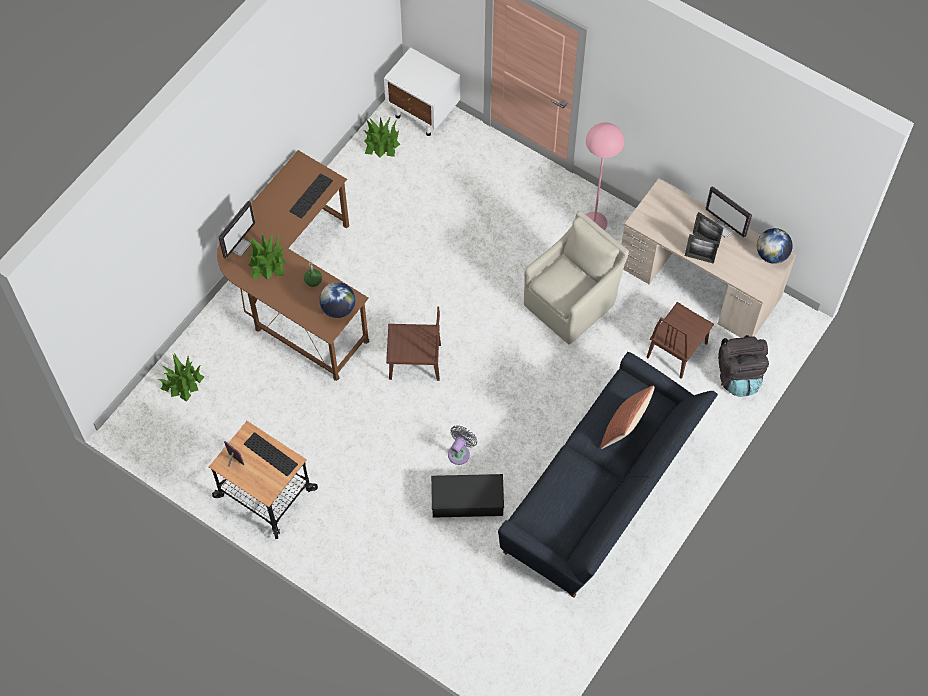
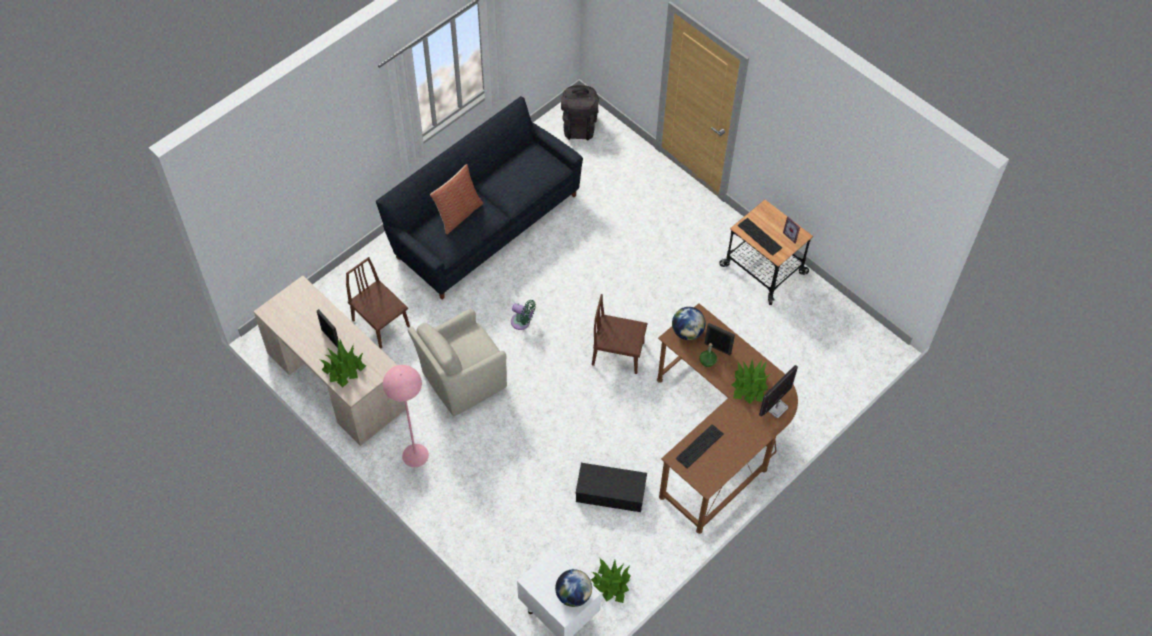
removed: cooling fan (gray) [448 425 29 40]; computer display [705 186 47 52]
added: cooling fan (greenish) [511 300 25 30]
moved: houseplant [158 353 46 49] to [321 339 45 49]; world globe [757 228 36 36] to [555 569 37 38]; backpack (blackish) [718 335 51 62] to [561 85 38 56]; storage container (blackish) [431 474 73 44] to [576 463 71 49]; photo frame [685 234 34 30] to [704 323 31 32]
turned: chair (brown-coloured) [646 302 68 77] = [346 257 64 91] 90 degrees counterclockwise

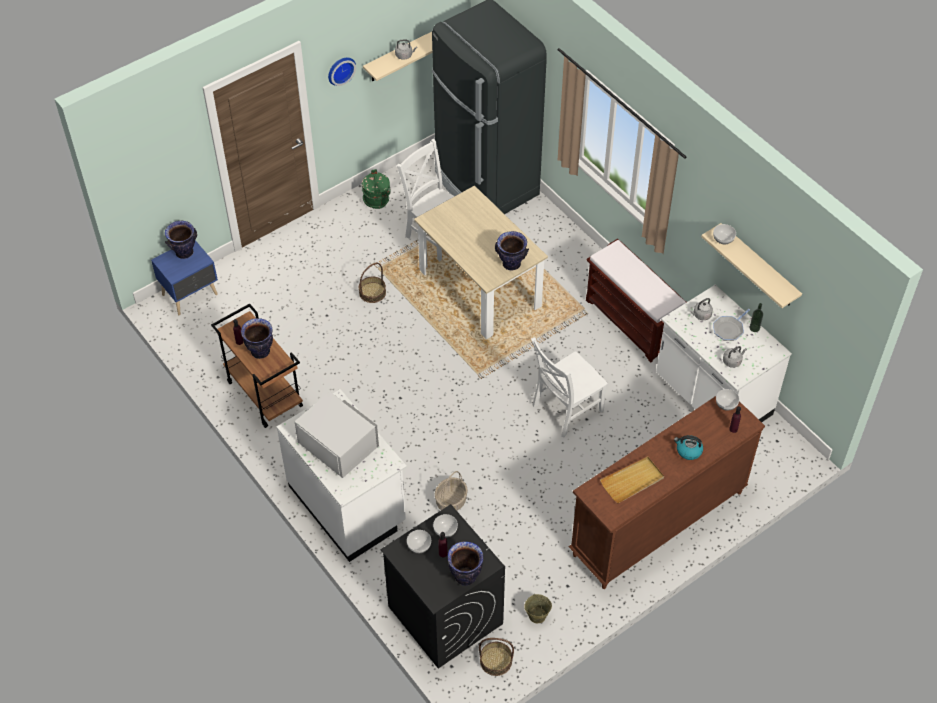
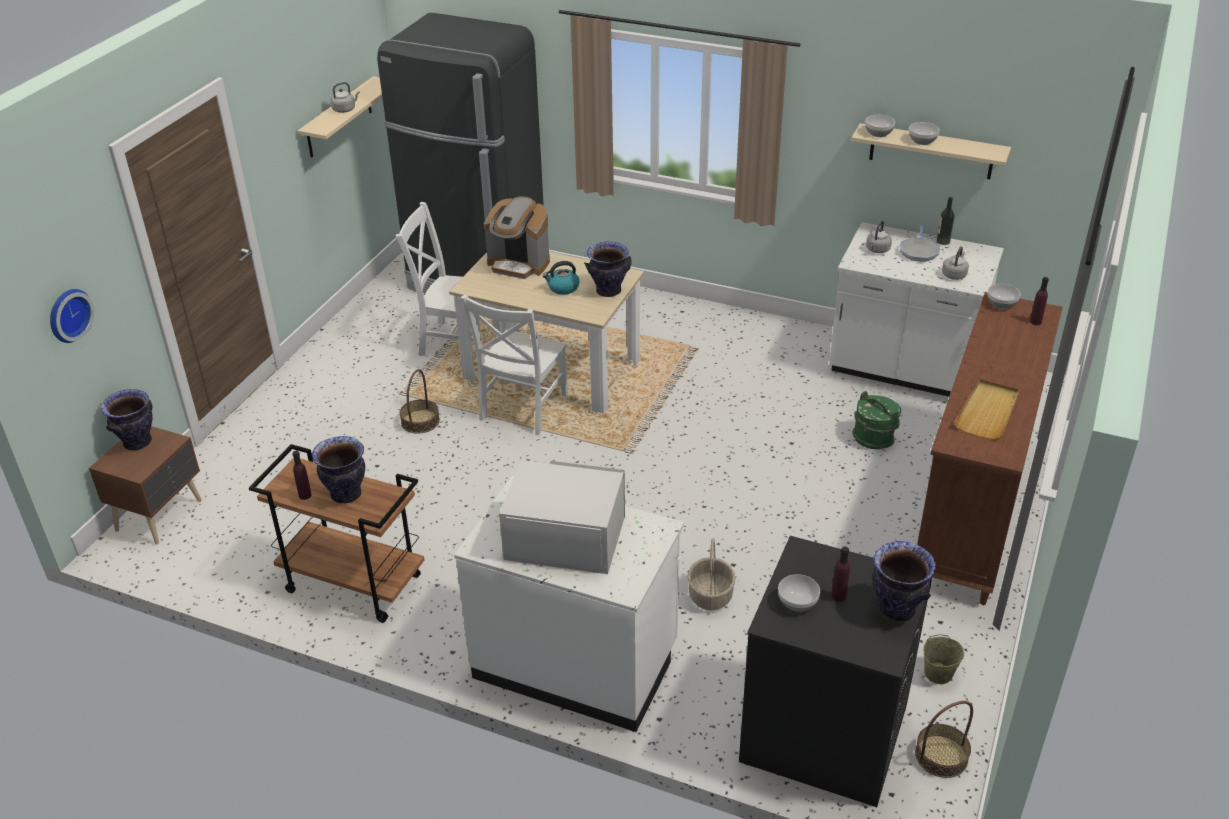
removed: long seat (brown-coloured) [586 239 101 124]
added: coffee maker [484 196 66 83]
moved: hanging clock [328 58 28 28] to [50 289 44 54]; chair (whitish) [531 337 77 101] to [460 295 108 140]; kettle [674 435 29 25] to [543 261 37 34]; water bucket (greenish) [362 169 29 40] to [852 391 49 58]; deep dish [433 514 25 24] to [909 122 31 23]
recoloured: night table (bluish) [151 240 67 75] to night table (brown-coloured) [89 426 113 118]

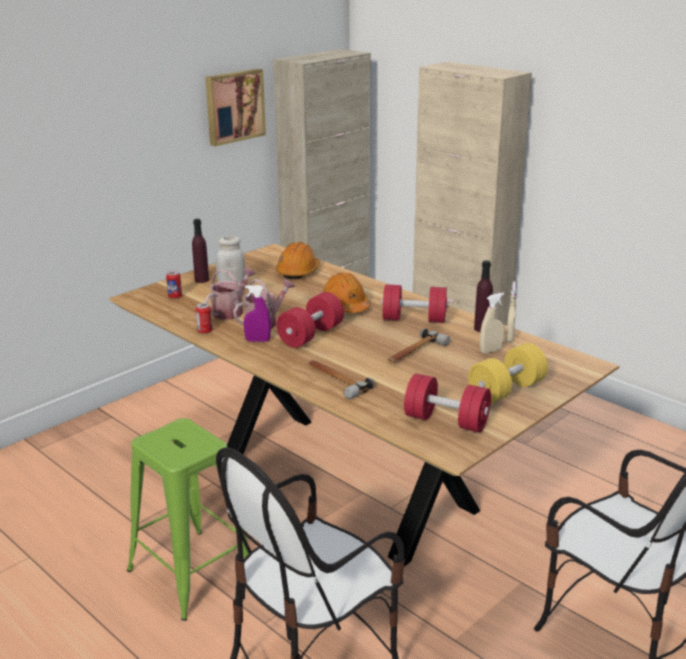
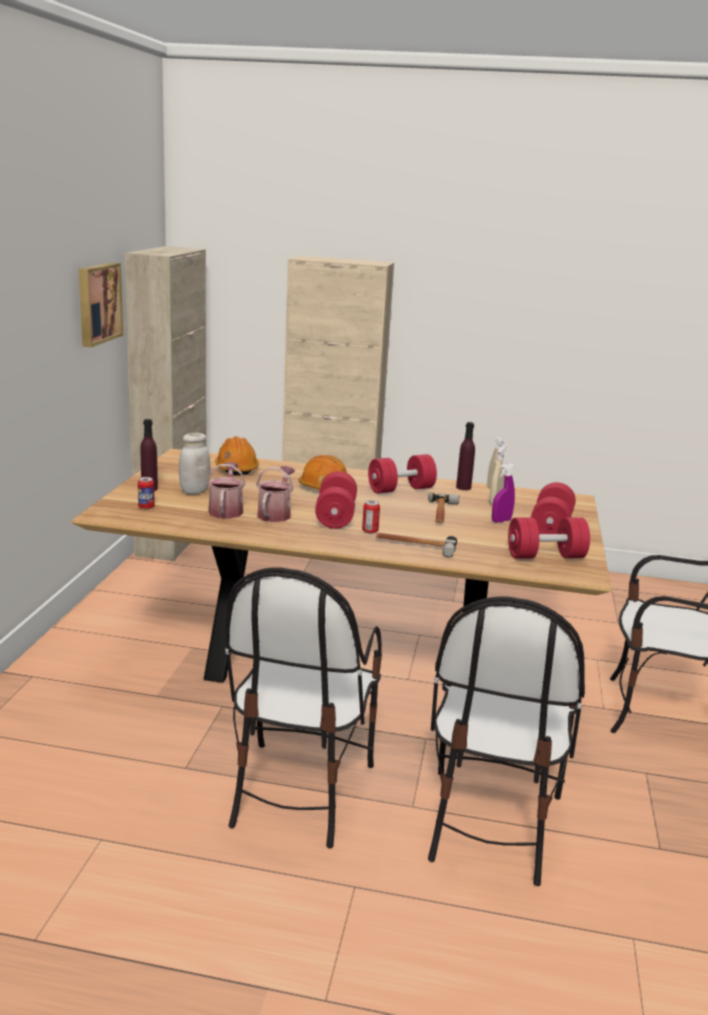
moved: sealed can [195 303 18 31] to [362 500 18 34]; spray bottle (purple) [244 285 27 57] to [492 463 23 60]
replaced: stool (greenish) [127 418 122 203] to chair [225 567 157 281]
recoloured: dumbbell (yellow-coloured) [468 343 80 60] to dumbbell (red) [531 482 45 52]

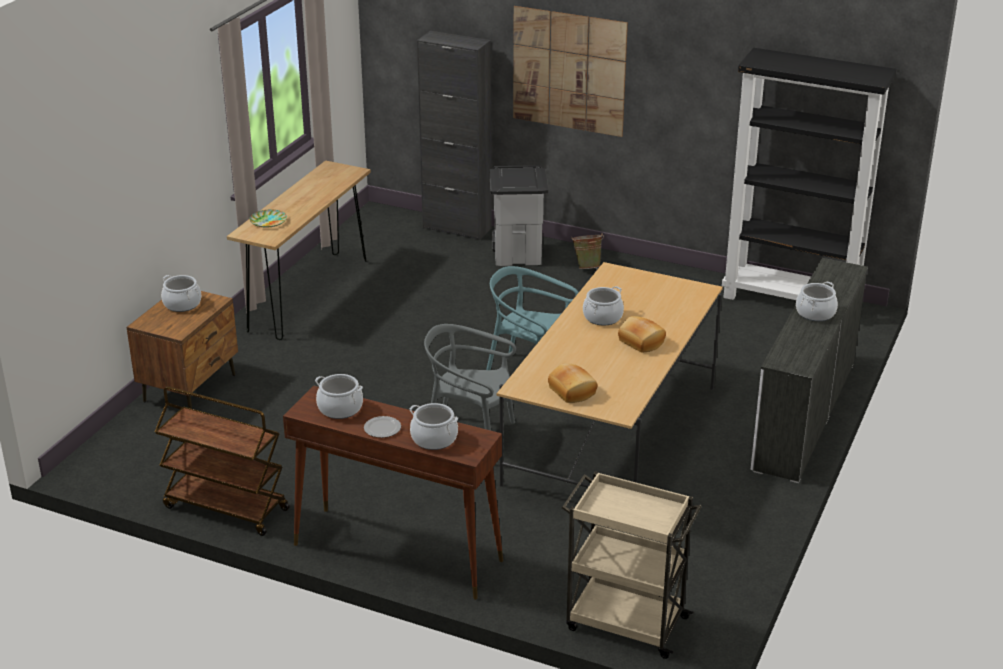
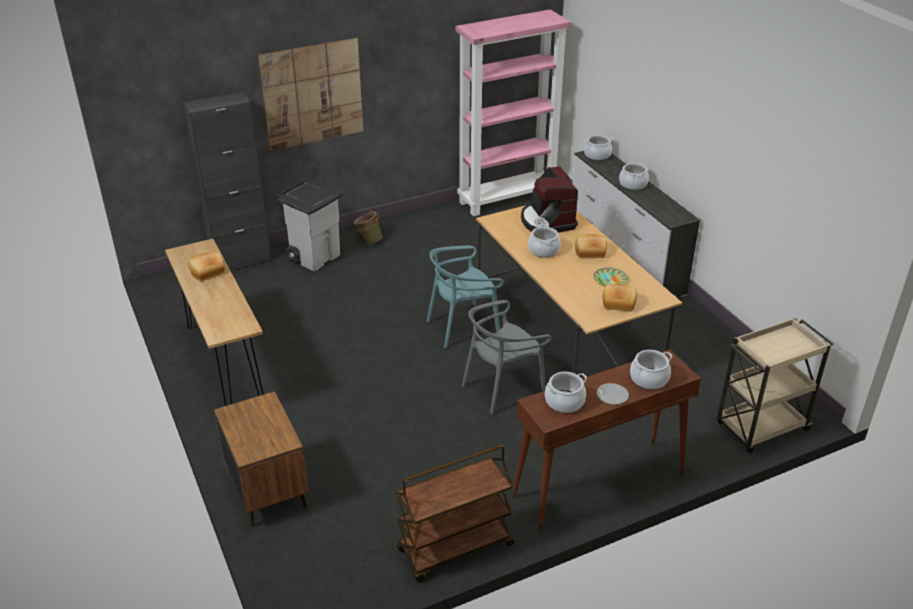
added: bread [188 252 37 29]; coffee maker [521 166 57 66]
moved: cooking pot [161 275 40 37] to [584 135 30 26]; plate [250 210 37 18] to [593 267 35 19]
recoloured: bookcase (blackish) [722 48 174 252] to bookcase (pinkish) [456 9 115 207]

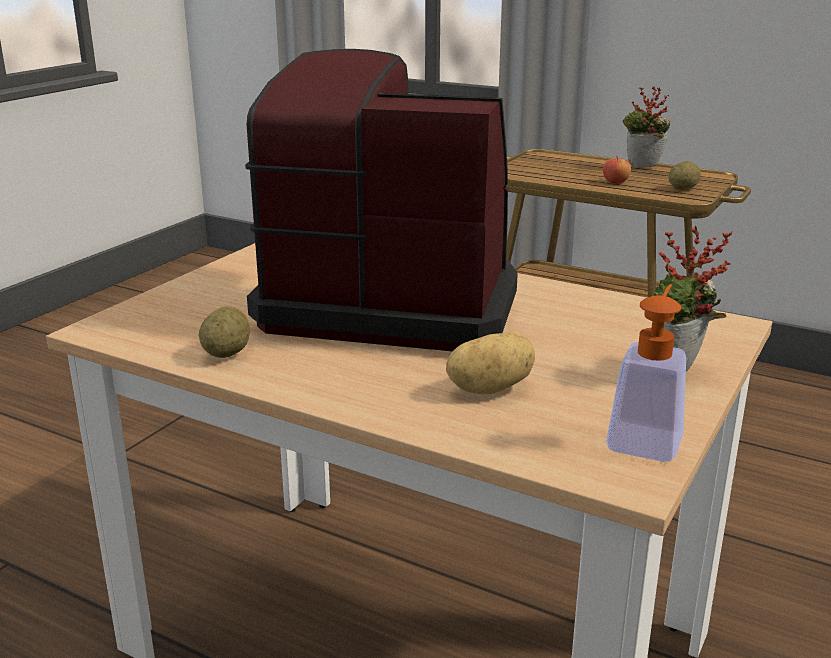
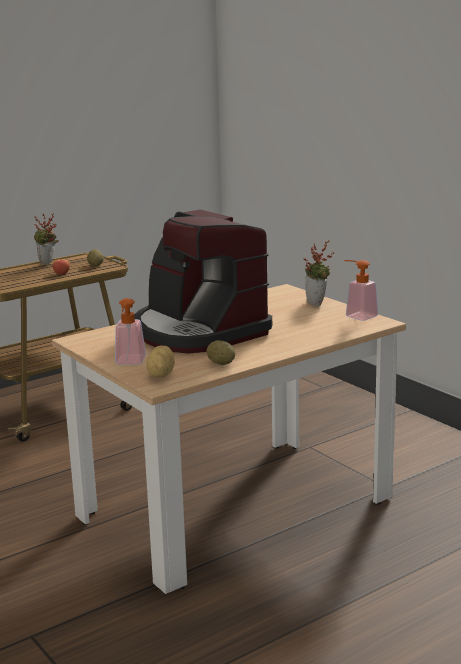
added: soap dispenser [115 298 31 67]
moved: potato [446 332 89 62] to [147 346 28 32]
turned: coffee maker [245 49 273 302] = [134 210 138 144] 75 degrees counterclockwise

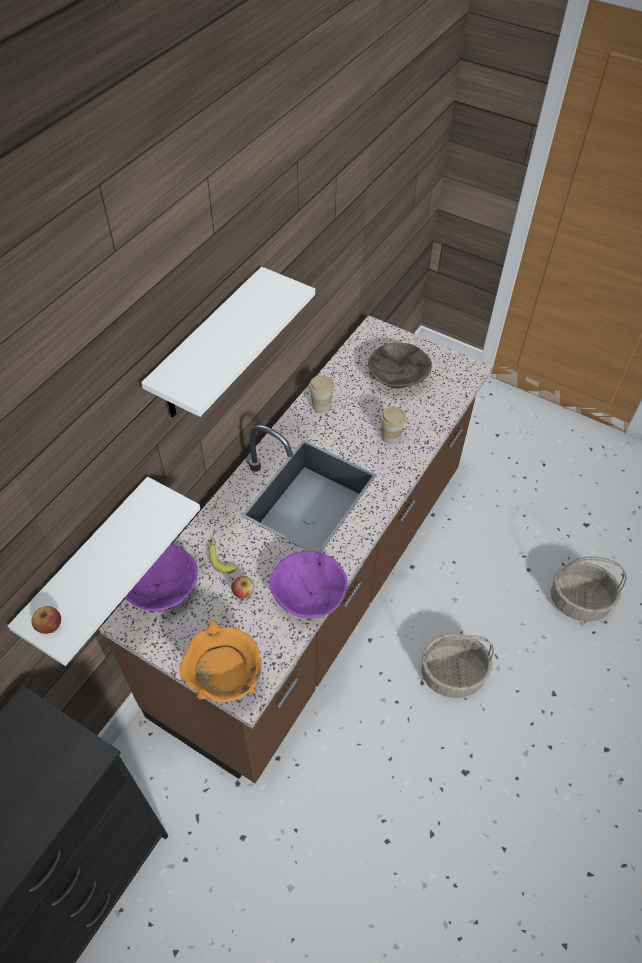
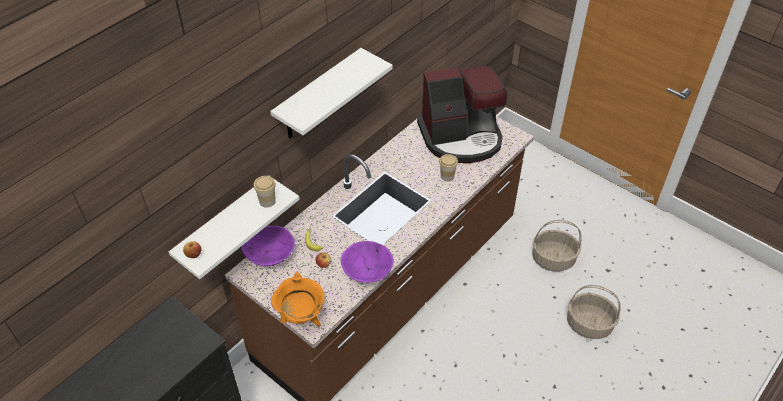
moved: small cup [309 376 25 37] to [254 176 22 32]; basket [421 633 73 65] to [532 220 50 52]
replaced: deep dish (brown-coloured) [368 343 64 46] to coffee maker [417 66 90 97]

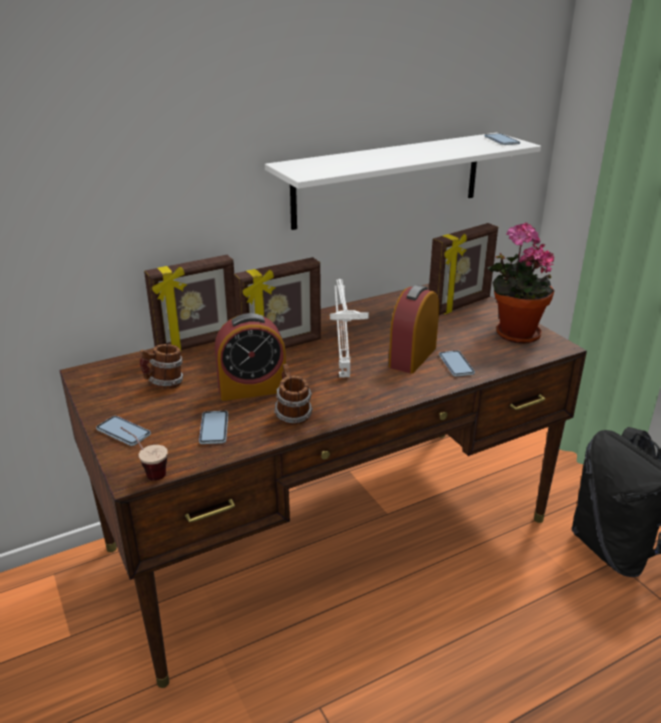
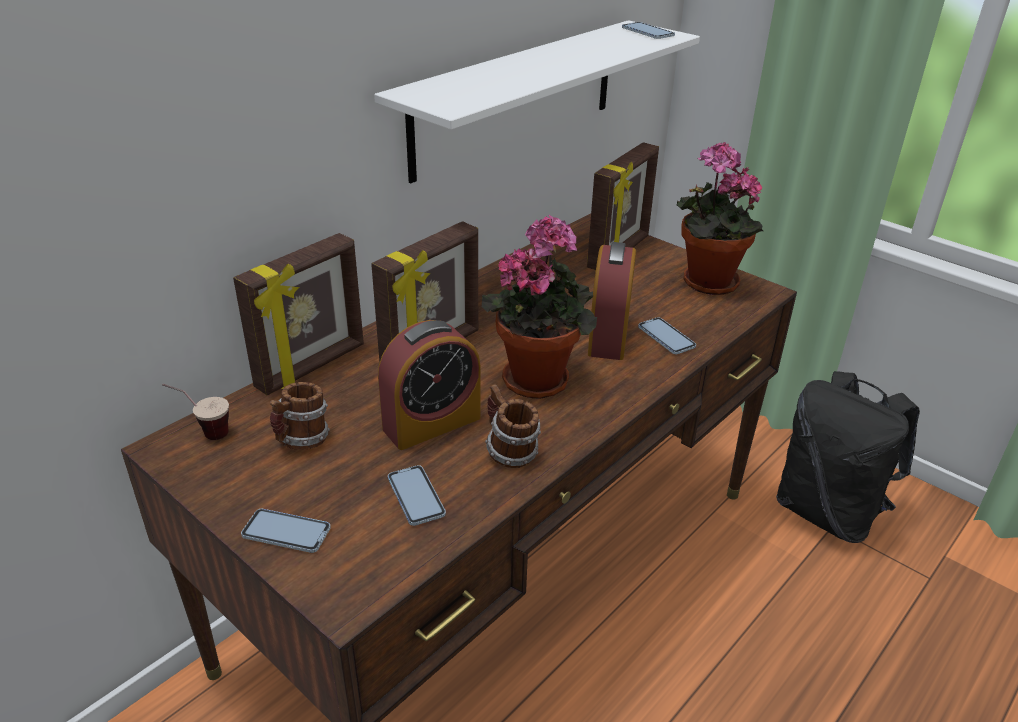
moved: small cup [121 427 47 54] to [162 384 67 56]
replaced: table lamp (whitish) [330 279 39 99] to houseplant [482 215 115 183]

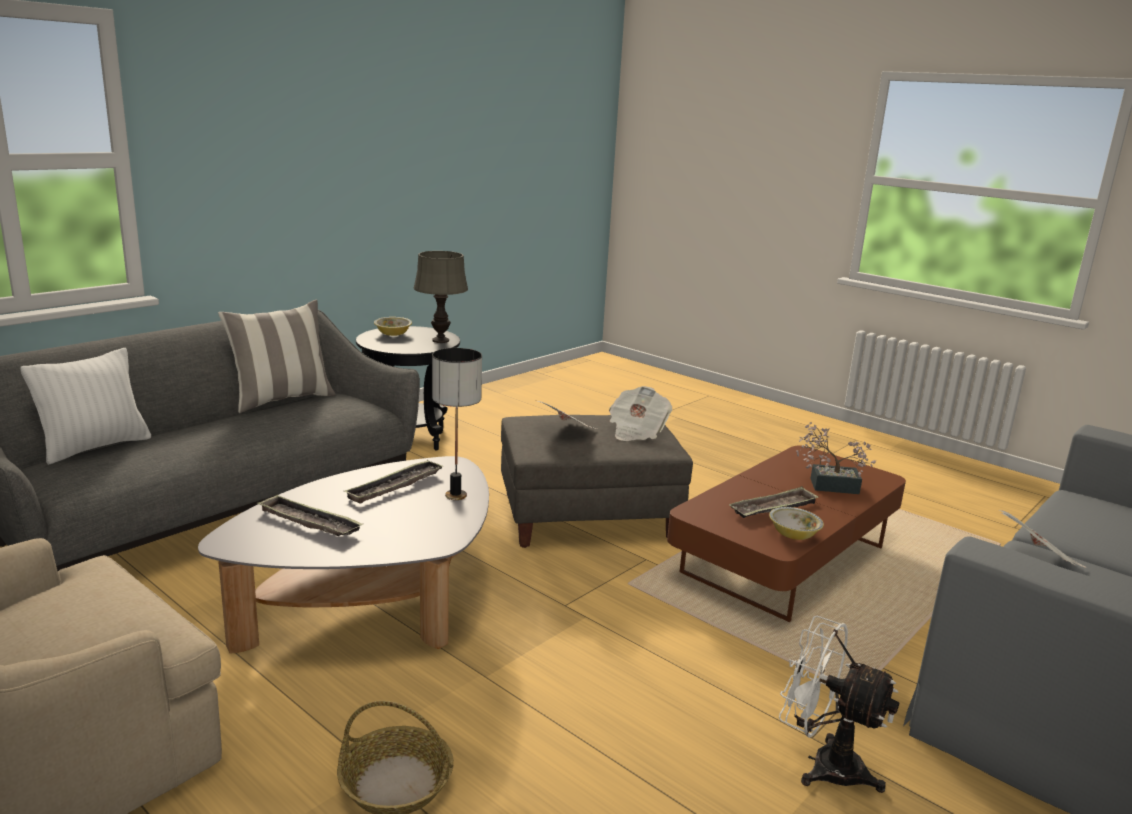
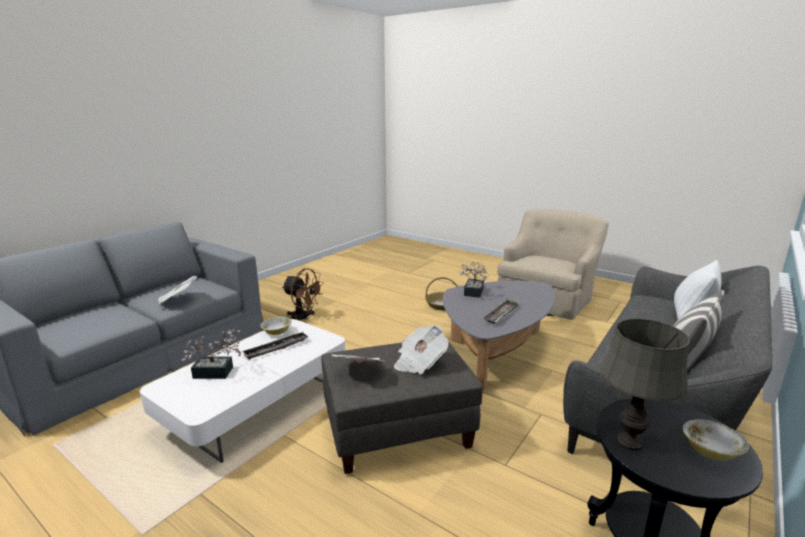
removed: carrying tray [257 494 106 42]; table lamp [432 348 50 152]
added: houseplant [460 262 30 36]
recoloured: coffee table (brown-coloured) [667 445 239 177] to coffee table (whitish) [140 319 205 144]; cooling fan (whitish) [779 616 120 177] to cooling fan (brown-coloured) [282 268 42 53]

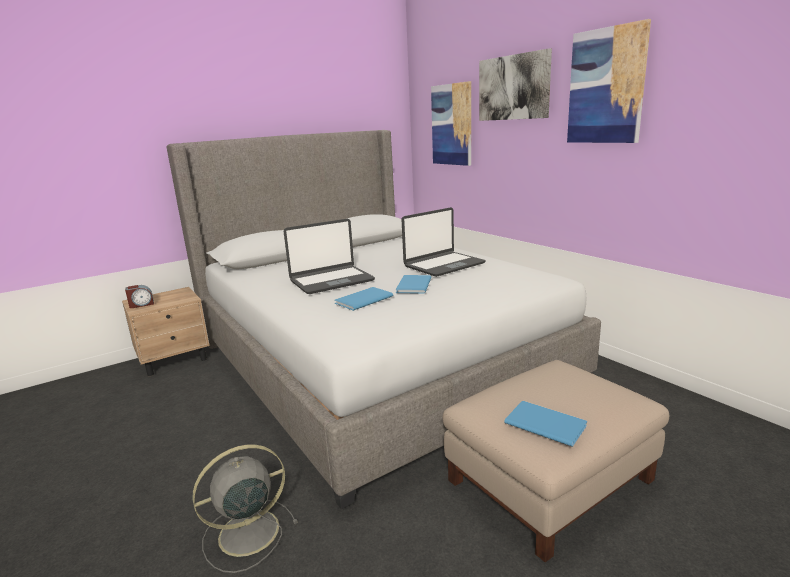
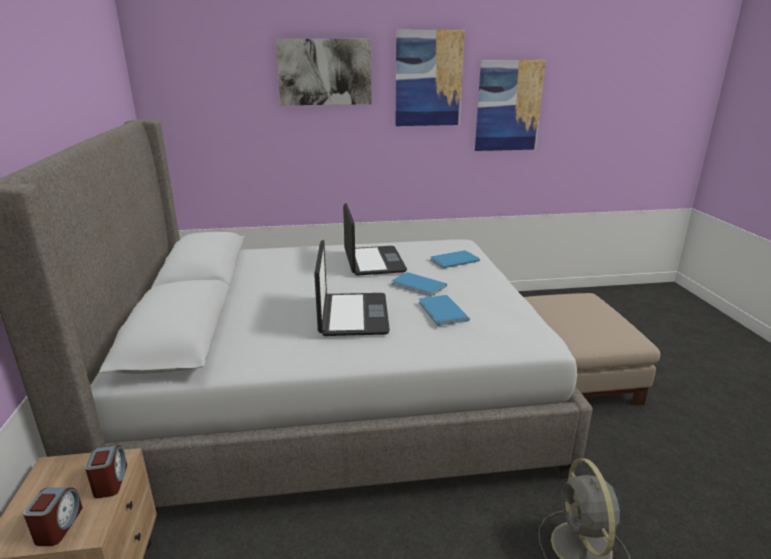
added: alarm clock [85 445 42 53]
moved: bound book (bluish) [504 401 83 46] to [430 250 50 18]; picture [431 81 40 85] to [475 60 71 91]

